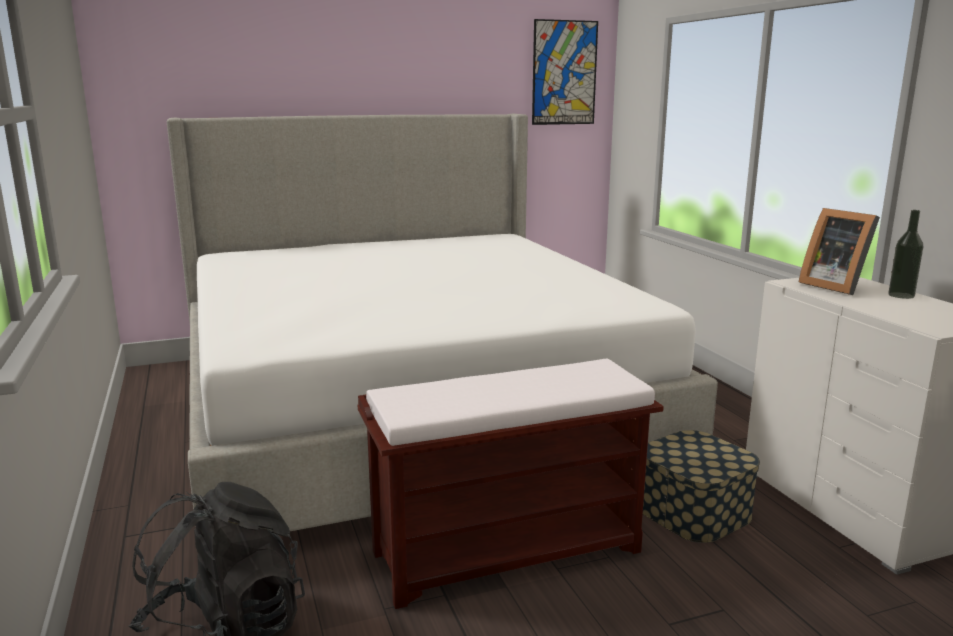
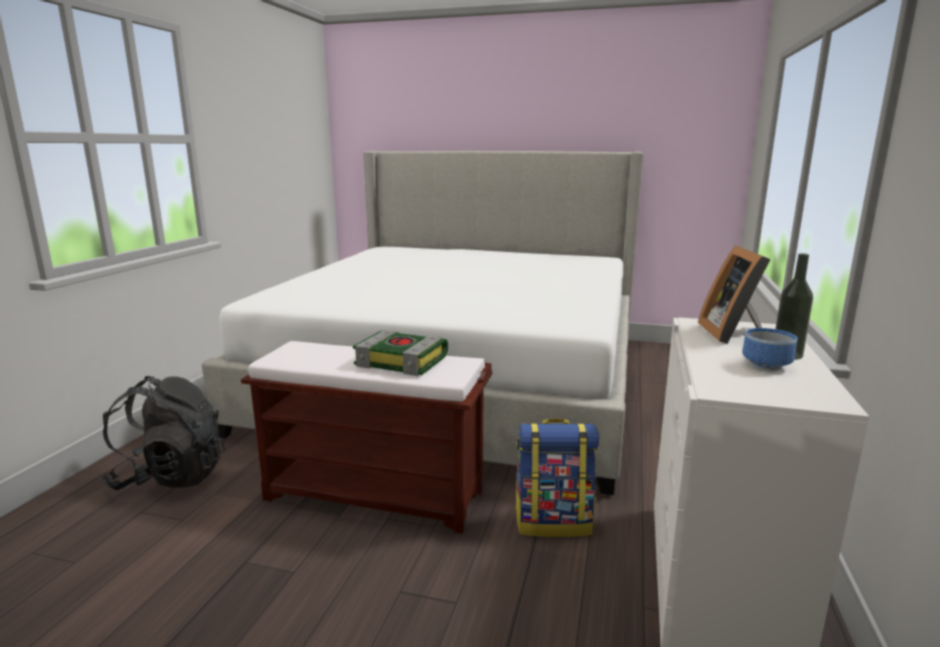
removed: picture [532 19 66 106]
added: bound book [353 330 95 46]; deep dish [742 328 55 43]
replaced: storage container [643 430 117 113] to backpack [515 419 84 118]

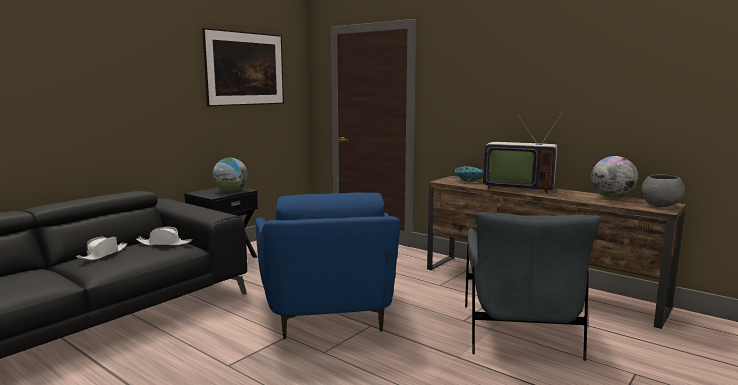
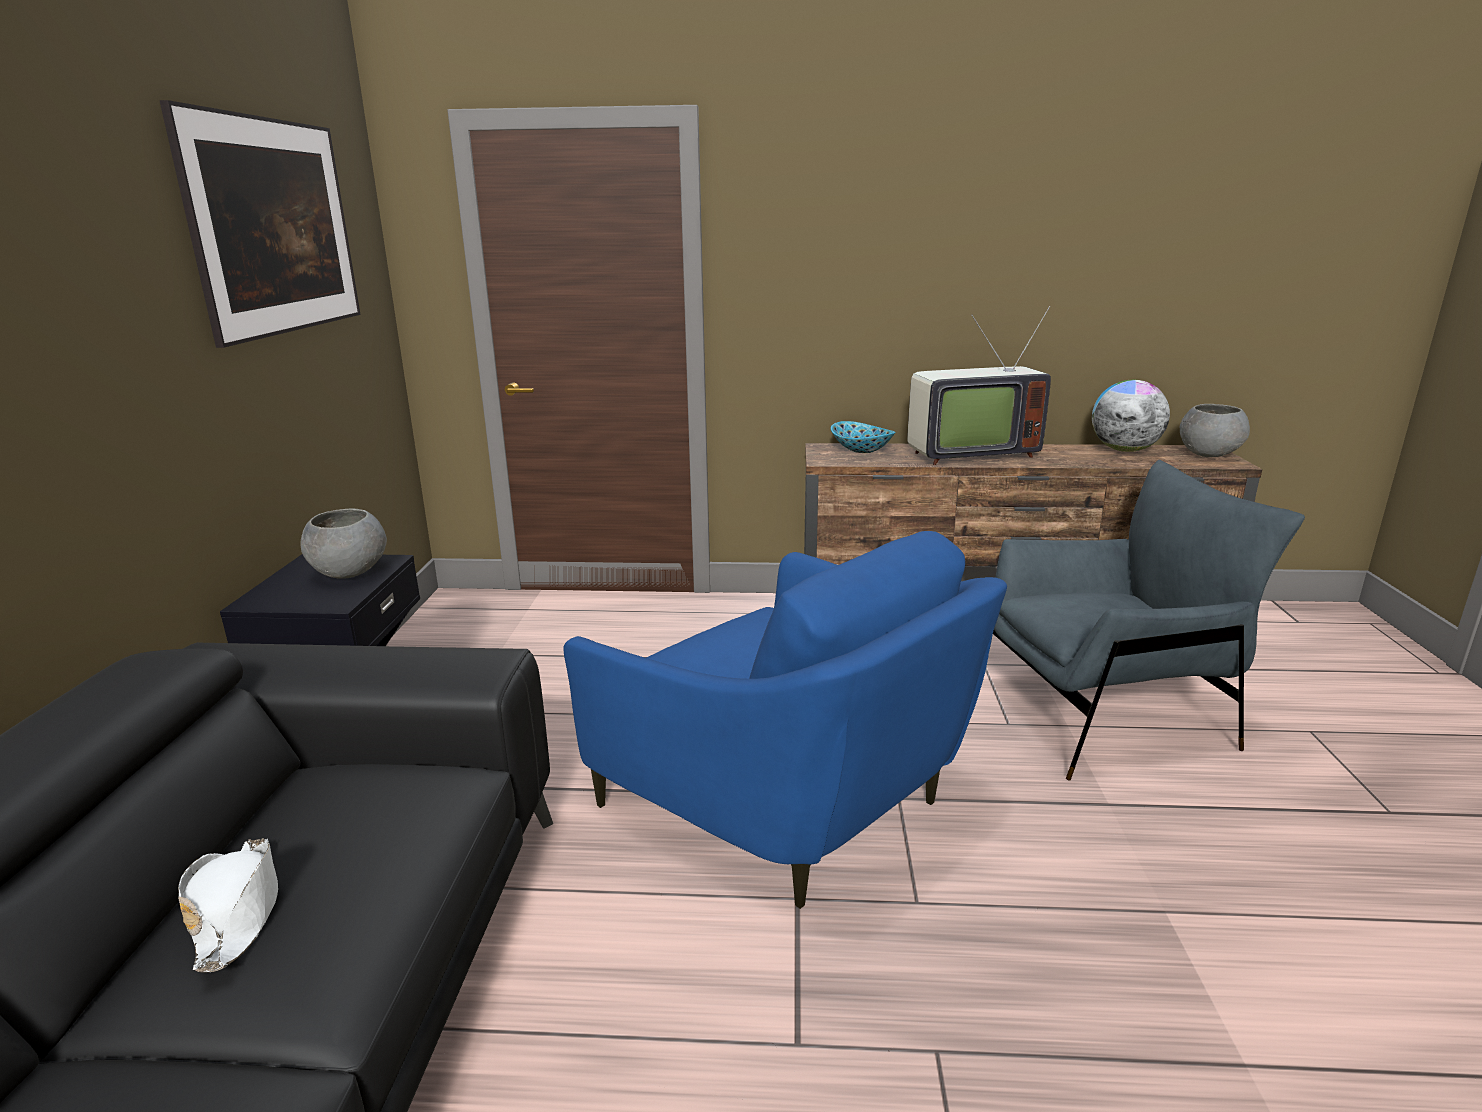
removed: hat (whitish) [136 227 56 19]
replaced: world globe [212 158 36 34] to deep dish (gray) [300 508 87 71]
turned: easy chair (gray) [465 212 137 149] = [993 460 312 320] 75 degrees counterclockwise

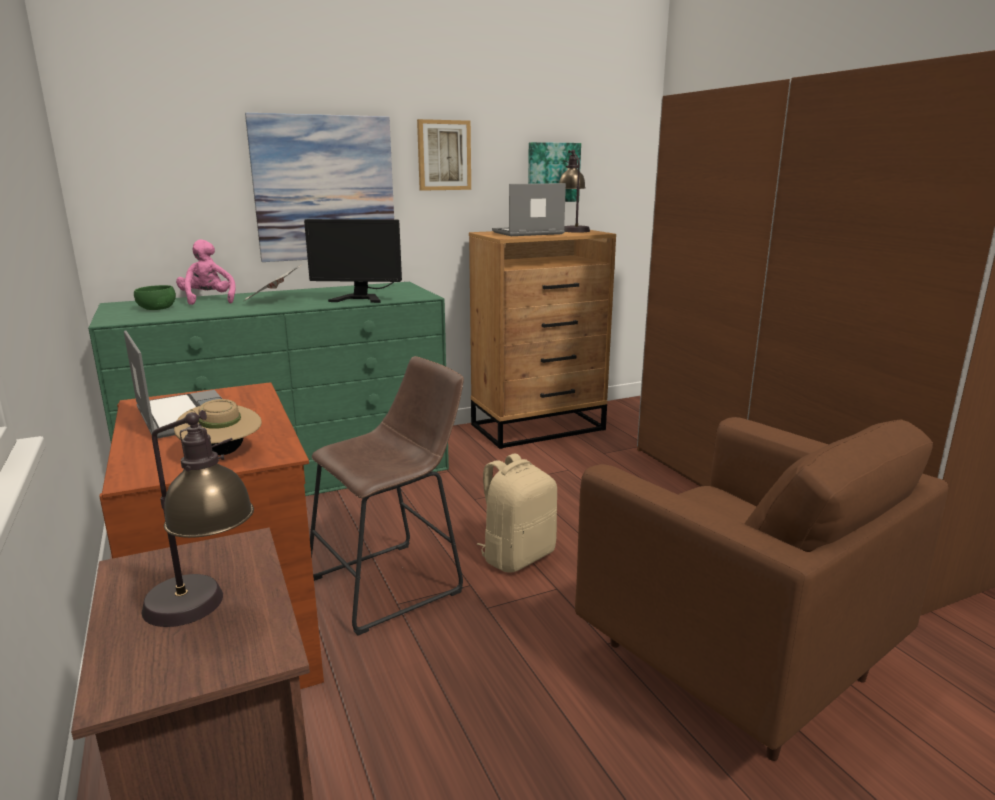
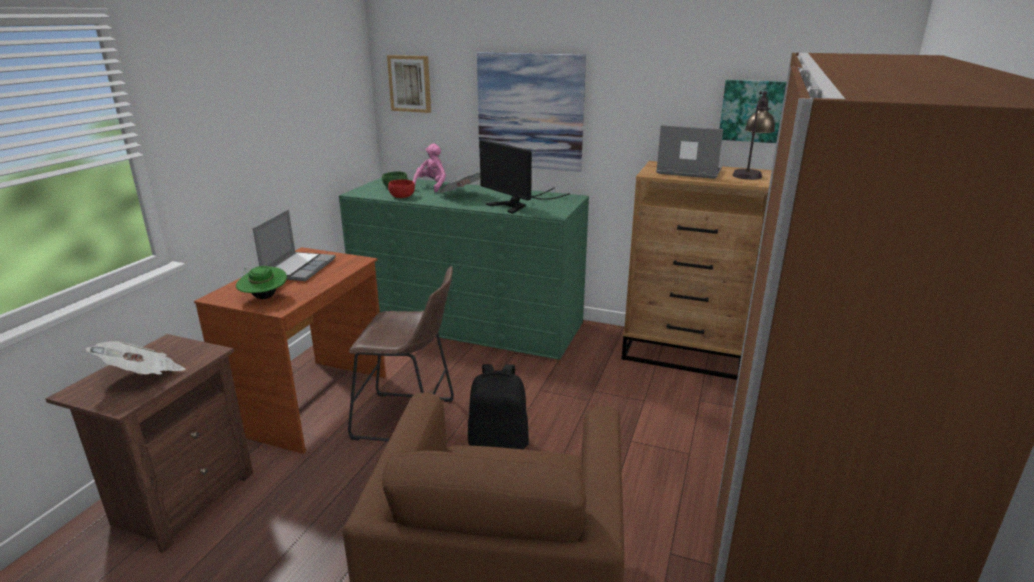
added: deep dish (red) [388 179 27 19]
moved: picture [417 119 54 72] to [387 55 44 58]
replaced: table lamp [142 410 112 217] to newspaper [85 341 100 34]
recoloured: hat (sand-coloured) [174 399 88 56] to hat (greenish) [236 266 51 33]; backpack (sand-coloured) [477 453 80 120] to backpack (blackish) [468 364 61 85]

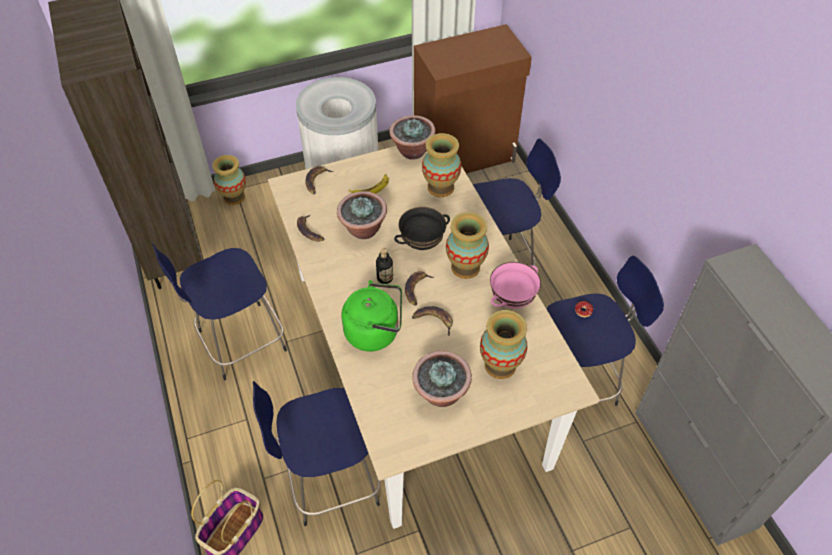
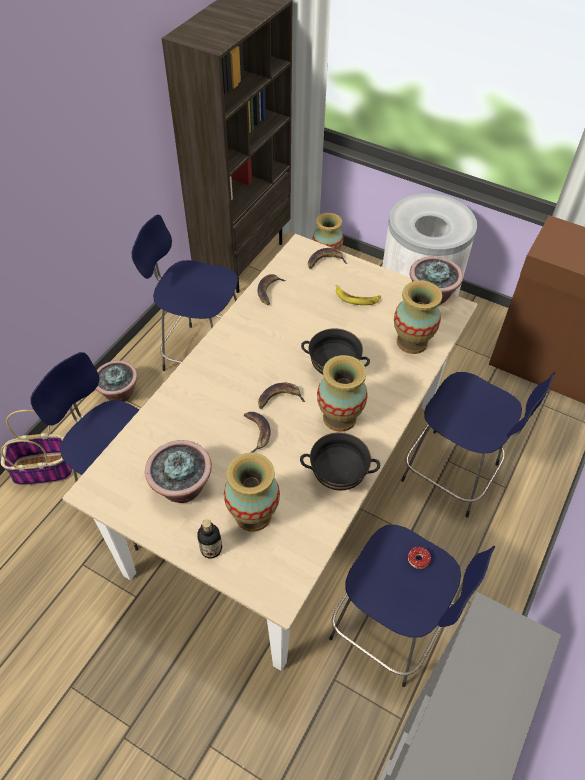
removed: kettle (greenish) [341 280 61 71]
moved: houseplant [337 191 50 48] to [96 360 42 42]; beverage bottle [376 248 17 36] to [197 519 25 40]
recoloured: deep dish (pinkish) [490 262 51 46] to deep dish (blackish) [300 432 80 58]

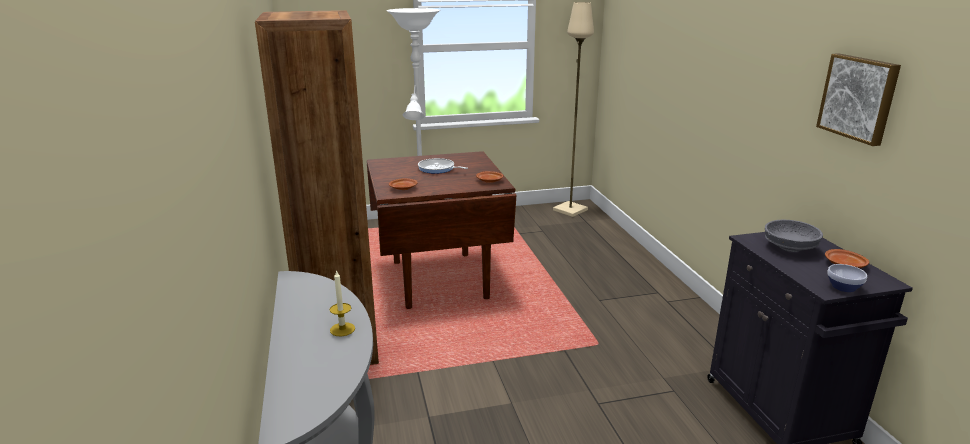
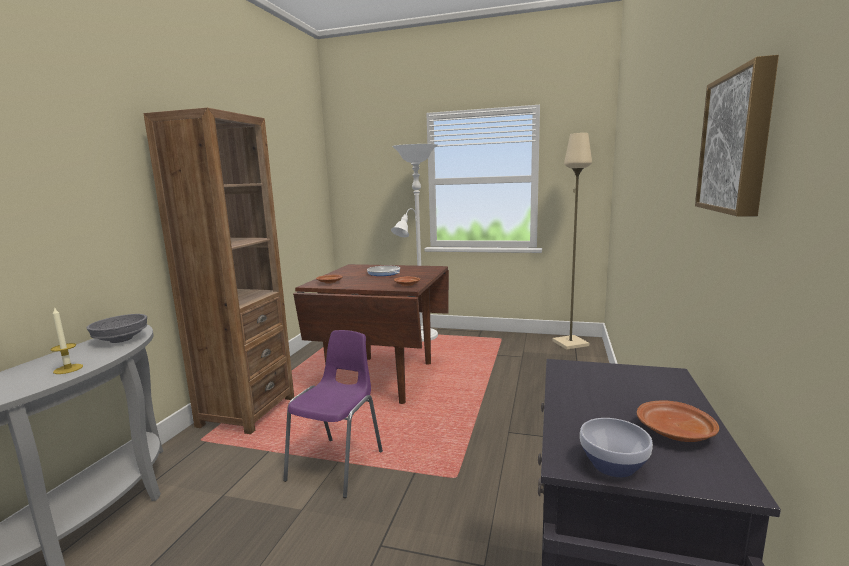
added: chair (purple) [283 330 100 168]
moved: deep dish (gray) [765 220 58 32] to [86 314 61 29]

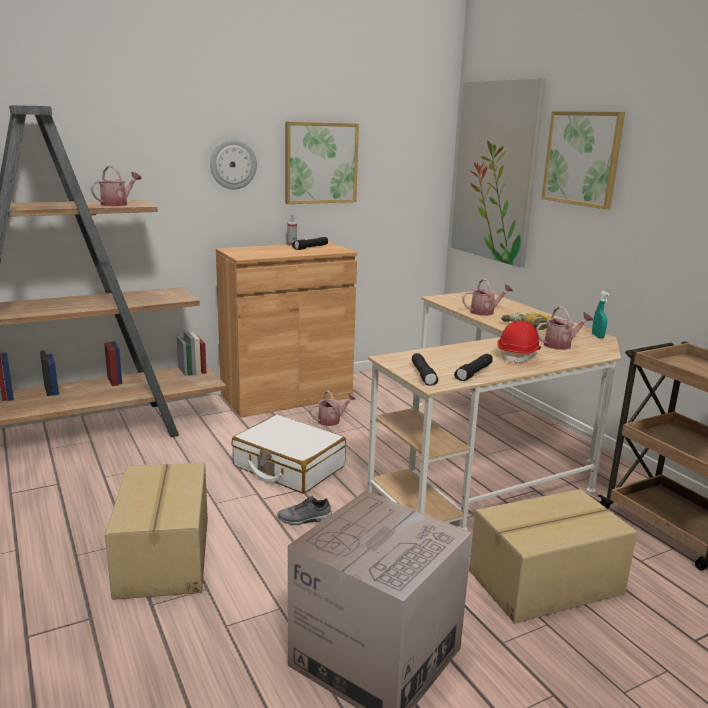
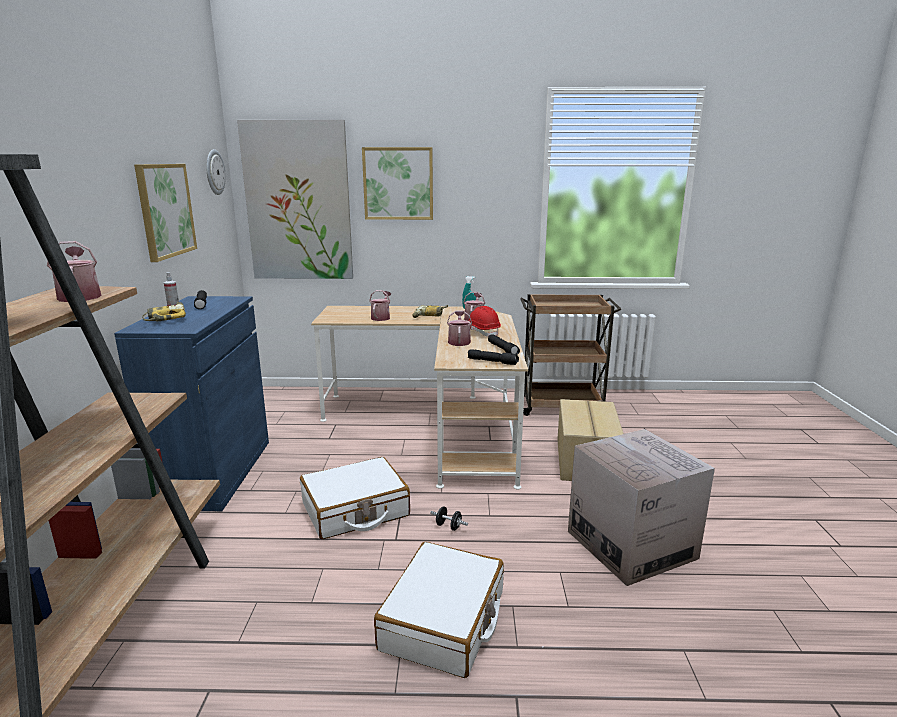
added: drill [142 302 44 19]
moved: hanging clock [210 139 47 50] to [206 149 20 46]; sprinkling can [309 391 47 35] to [447 310 25 36]
replaced: packing box [105 463 103 137] to suitcase (whitish) [374 542 130 136]; item of footwear (gray) [277 496 55 29] to dumbbell (blackish) [430 507 38 24]
recoloured: cupboard (brown-coloured) [216 242 141 176] to cupboard (bluish) [114 296 155 215]

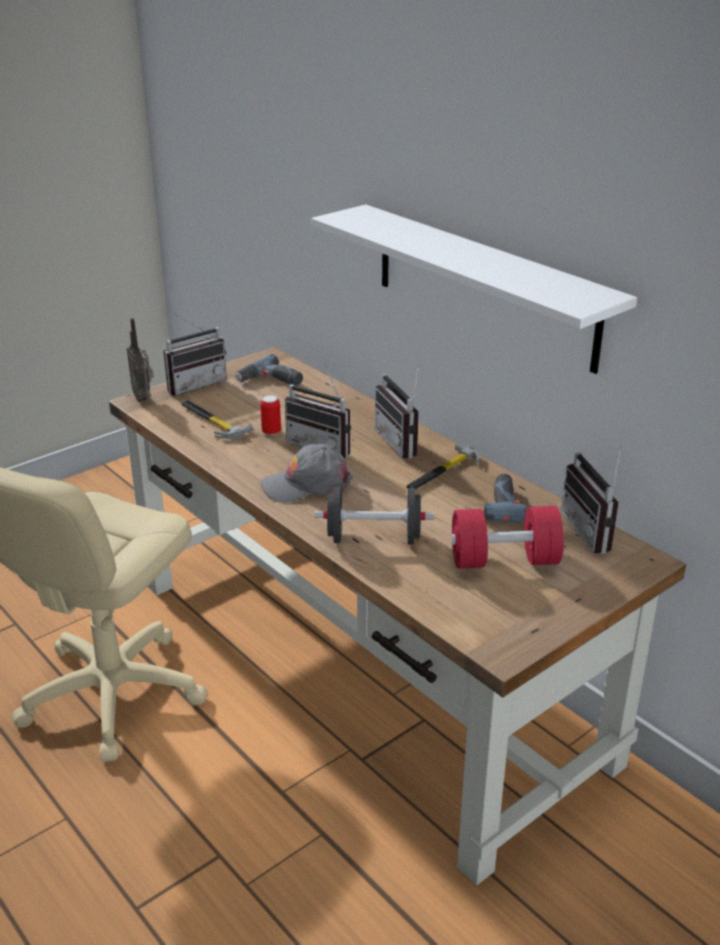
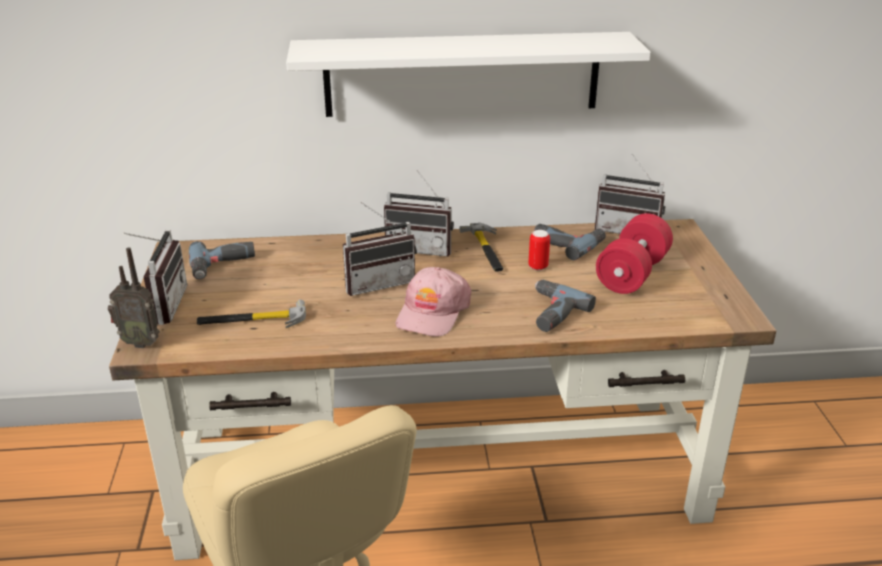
moved: sealed can [260 395 21 40] to [528 230 22 40]
replaced: dumbbell (blackish) [314 487 120 58] to drill [535 280 61 52]
recoloured: baseball cap (gray) [261 444 92 59] to baseball cap (pinkish) [396 267 76 70]

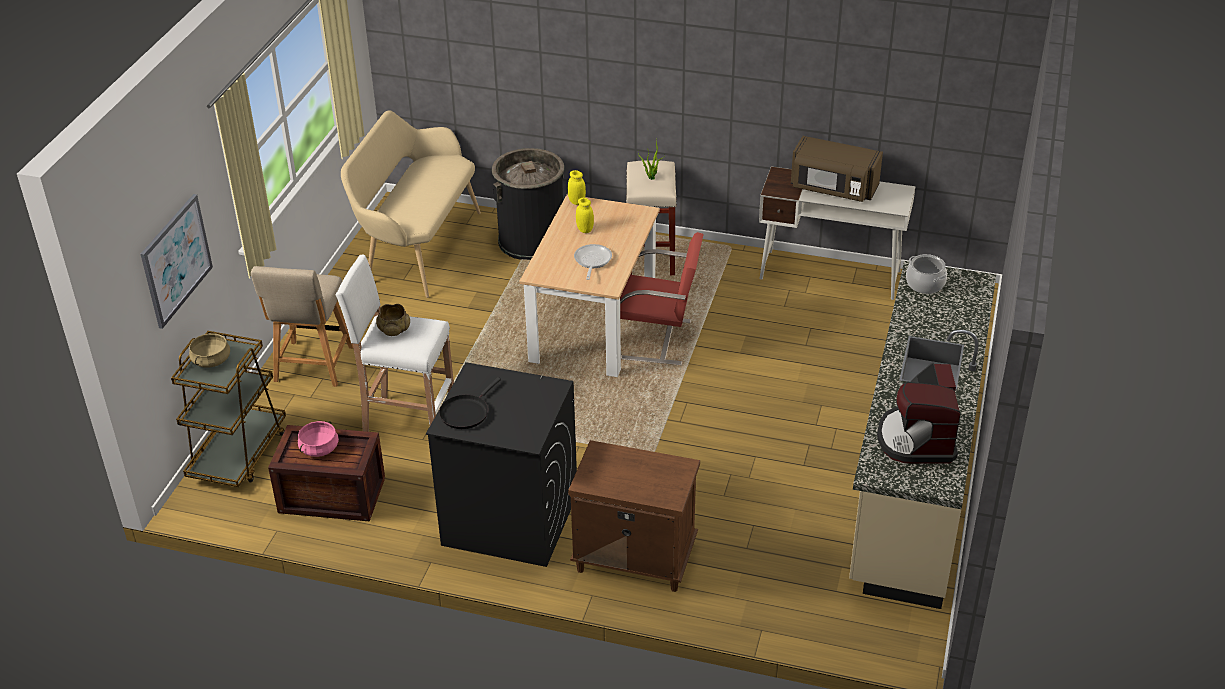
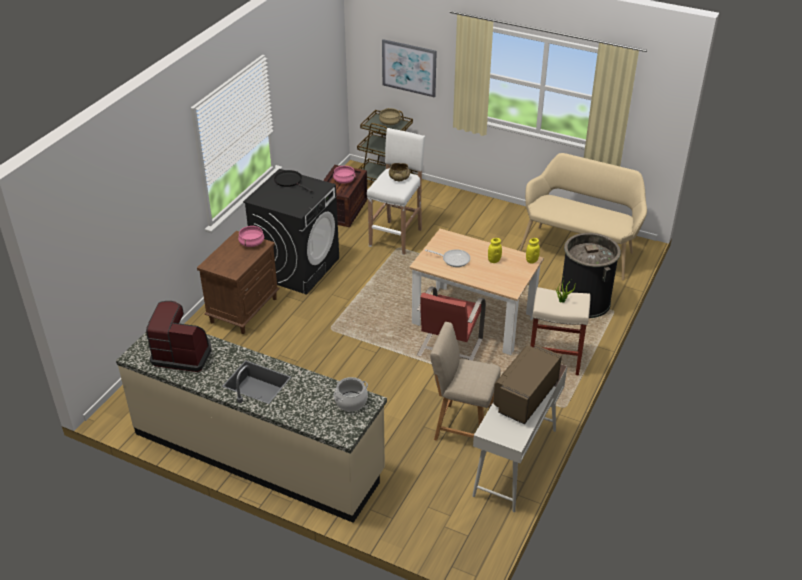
added: cooking pot (pinkish) [238 225 26 22]
moved: chair (sand-coloured) [251 266 102 121] to [430 322 71 119]

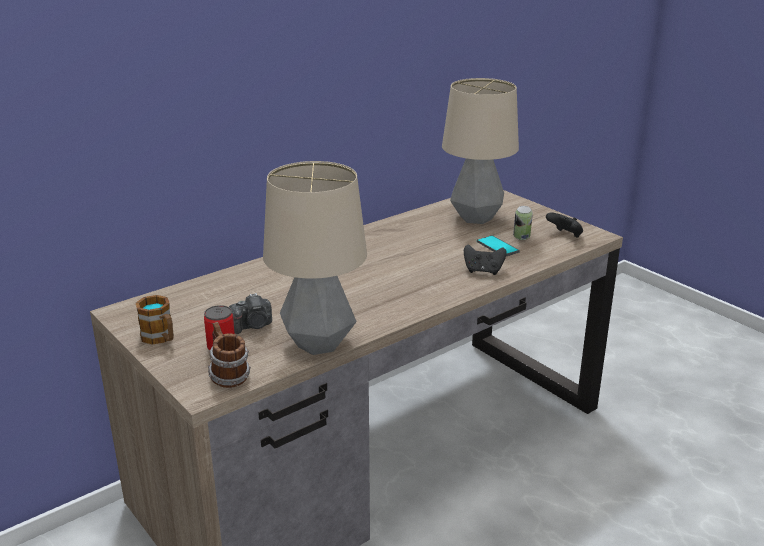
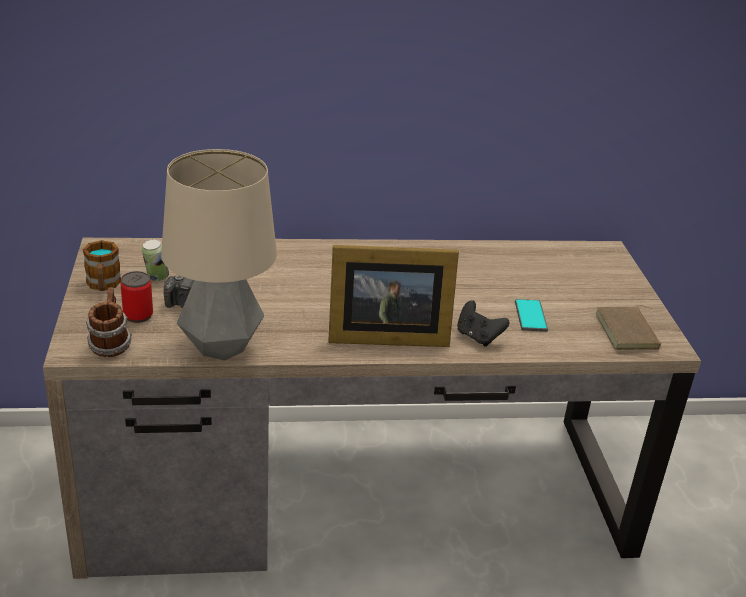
removed: table lamp [442 78 77 146]
added: photo frame [328 245 131 102]
moved: sealed can [513 206 20 34] to [142 239 27 43]
replaced: joypad (blackish) [546 213 37 25] to bound book (brown-coloured) [596 305 65 45]

